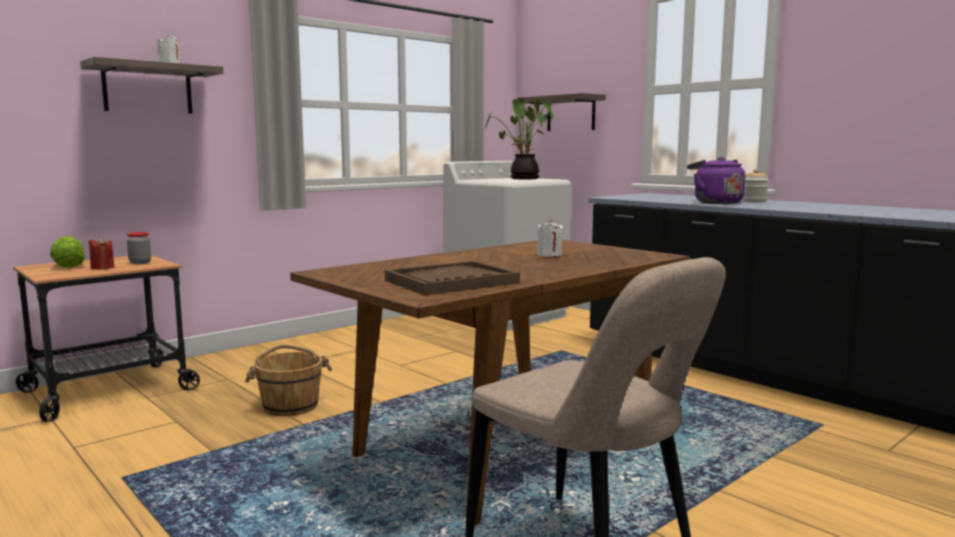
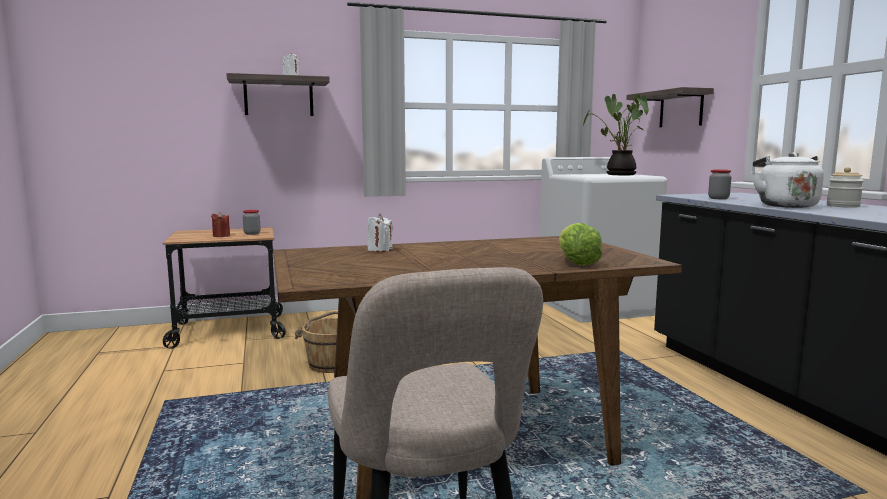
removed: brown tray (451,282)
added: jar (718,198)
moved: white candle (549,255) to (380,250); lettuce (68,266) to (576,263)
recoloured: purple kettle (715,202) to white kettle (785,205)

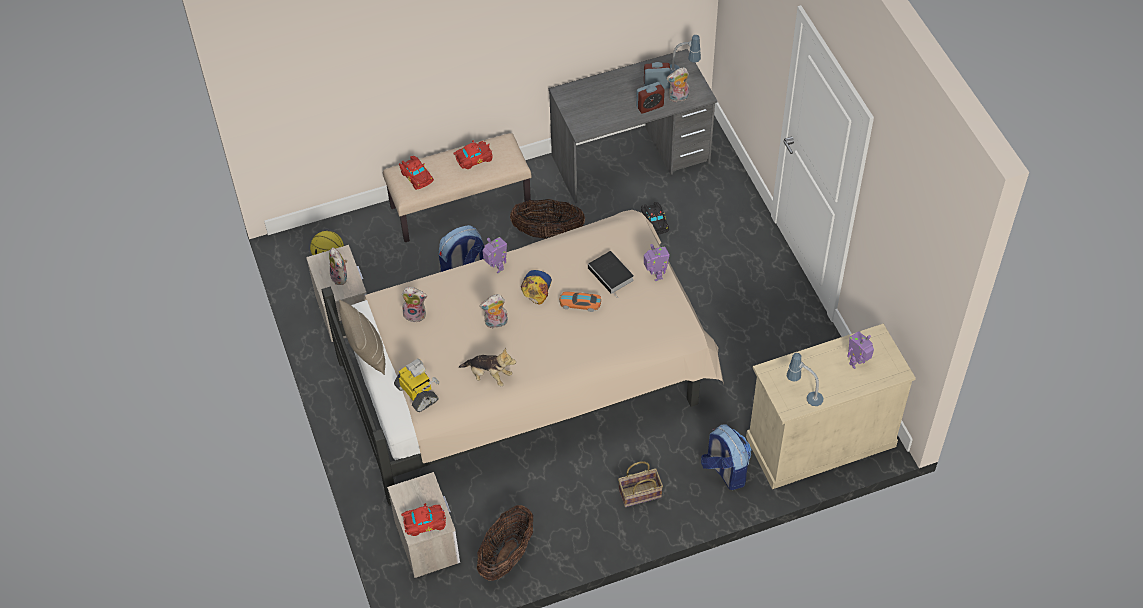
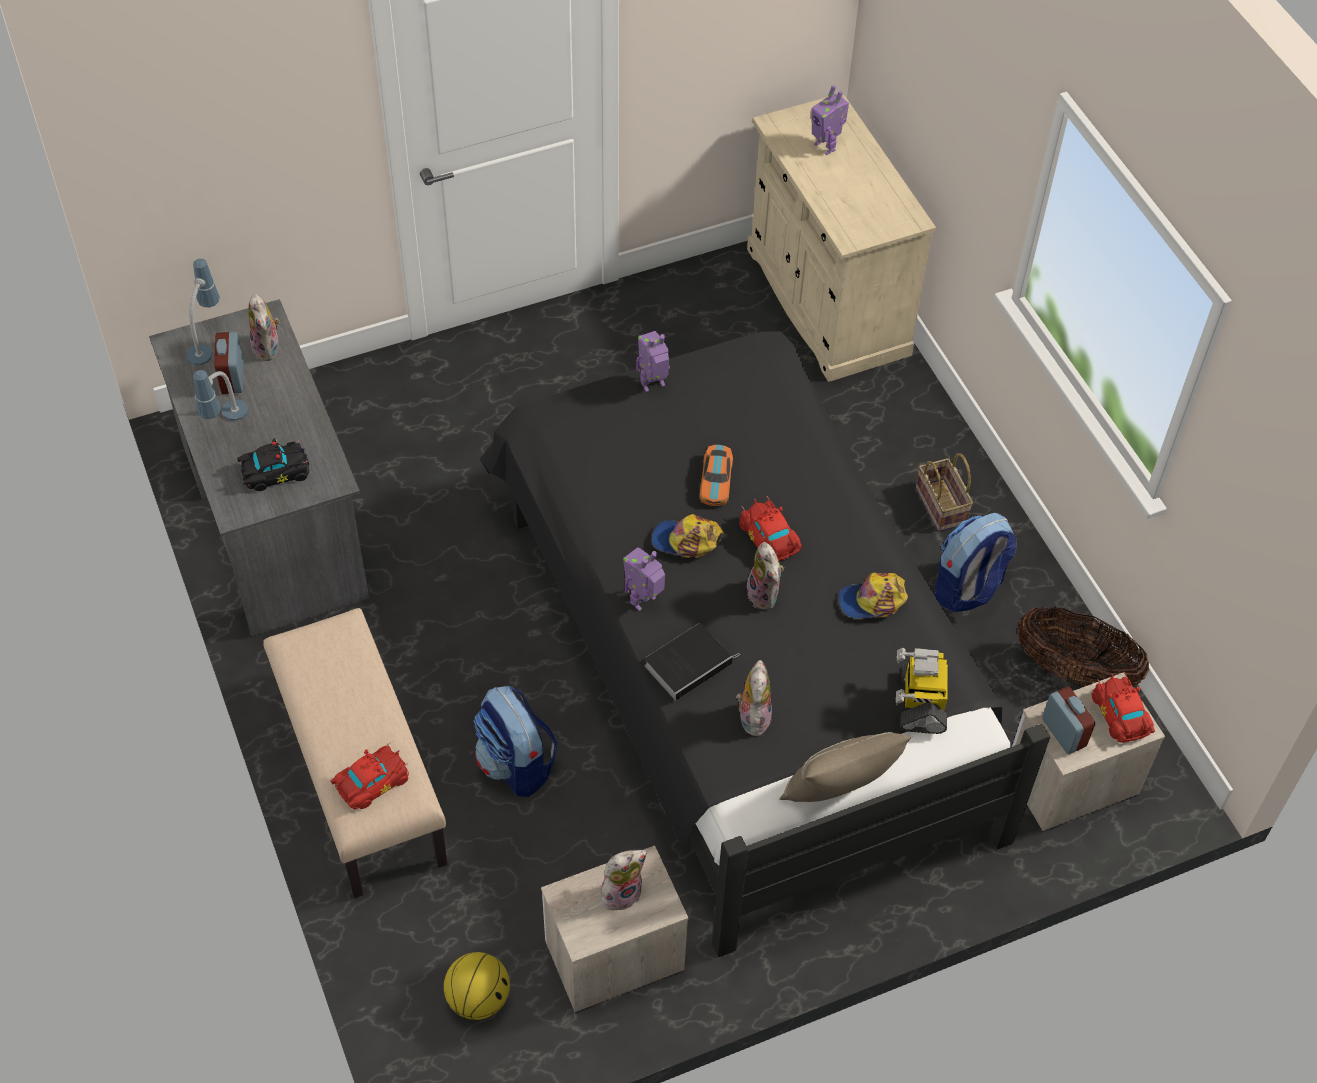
removed: basket (548,233)
moved: table lamp (803,395) to (226,424); black toy car (655,222) to (274,472); book (612,275) to (689,663); red toy car (473,158) to (769,539); backpack (725,471) to (967,589); alarm clock (650,106) to (1063,732)
replaced: plush toy (489,375) to cap (872,601)
recoloured: beige bed (528,377) to black bed (740,655)
turned: toy robot (417,393) = (920,702) 45 degrees counterclockwise

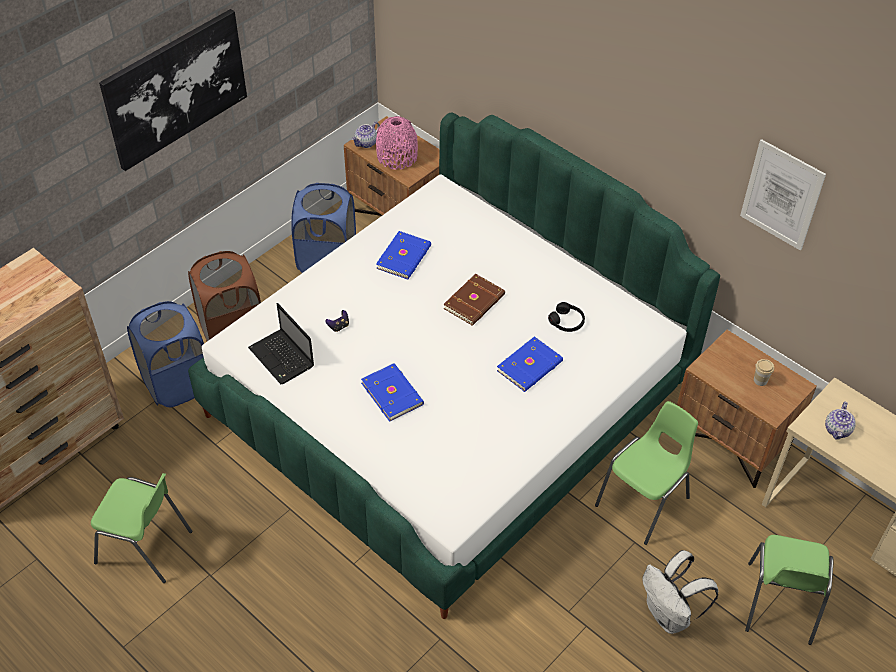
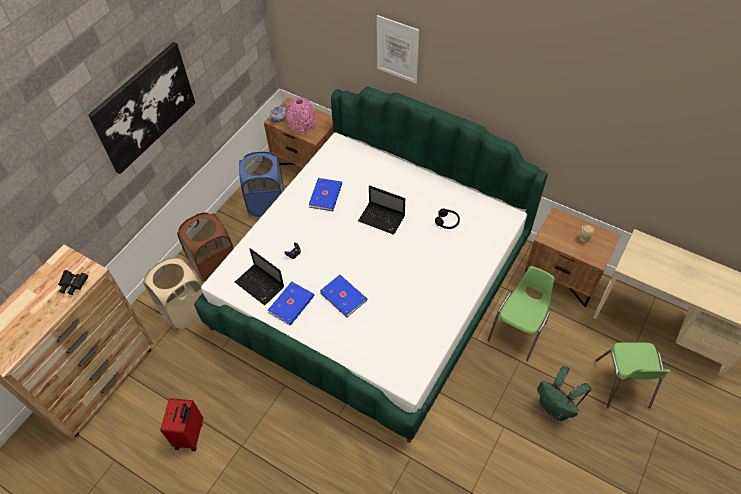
removed: teapot (838,430)
added: black binoculars (73,285)
moved: blue book (530,367) to (292,304); picture (781,195) to (397,49)
replaced: green chair (145,547) to red suitcase (190,435); brown book (475,302) to laptop (382,219)
recoloured: blue laundry basket (177,383) to beige laundry basket (185,309); white backpack (670,615) to green backpack (556,407)

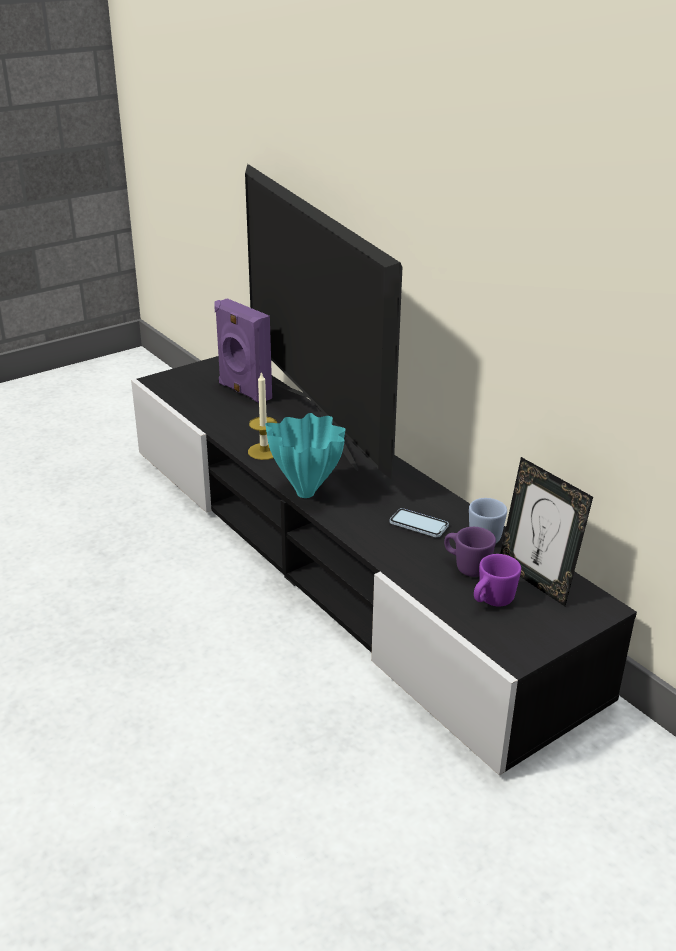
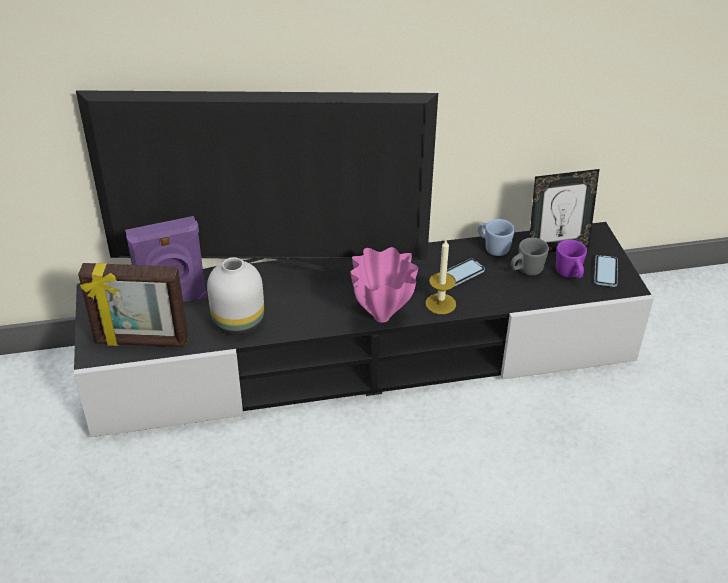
added: picture frame (141,342); white vase (240,322); phone (605,272)
moved: candle (264,451) to (440,304)
recoloured: turquoise vase (307,493) to pink vase (383,316); purple mug (466,567) to grey mug (526,271)

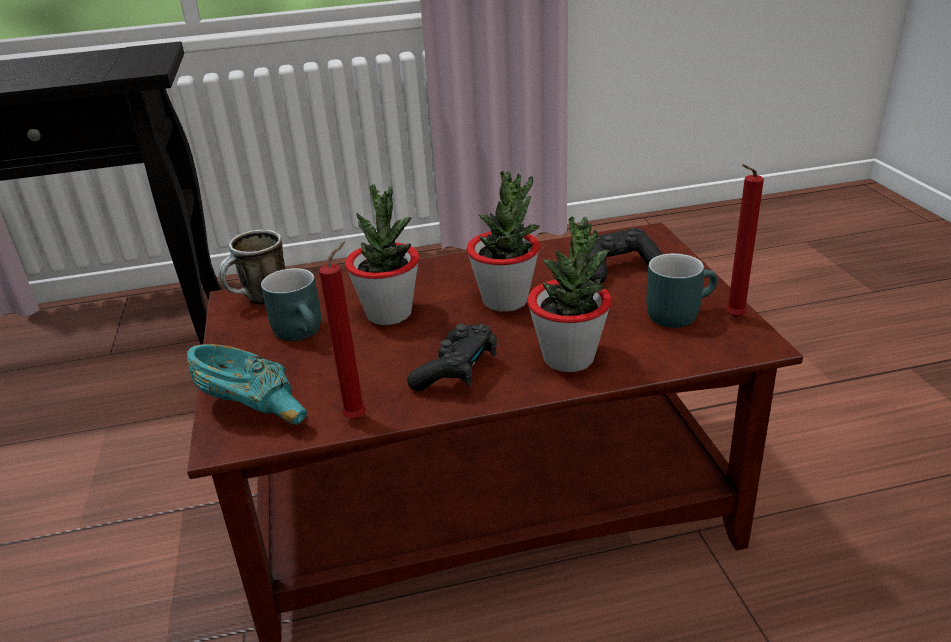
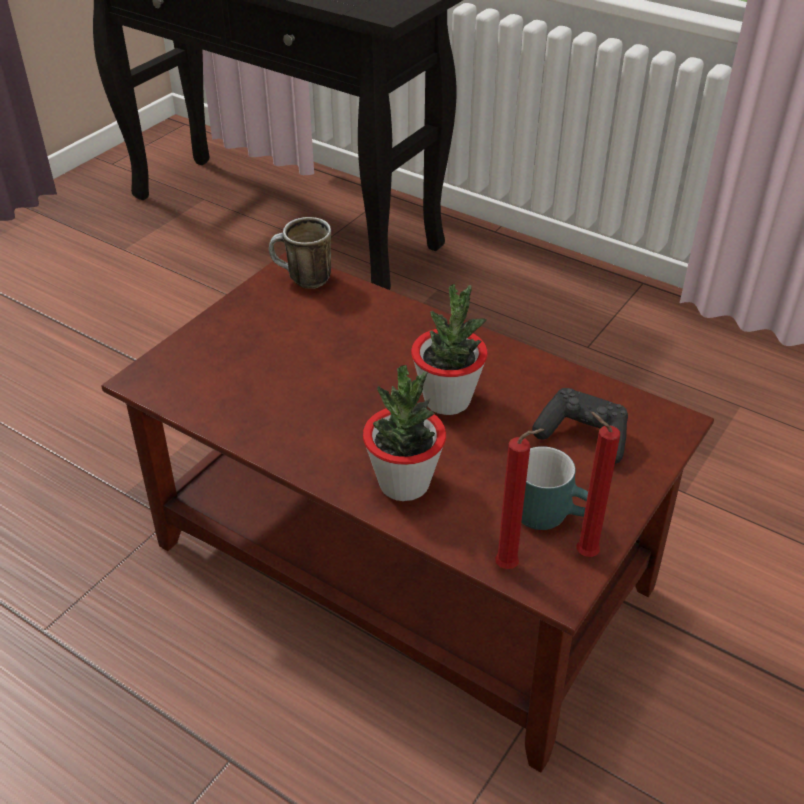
removed: turquoise bowl (261,404); turquoise mug (304,332); potted plant (389,314); black game controller (457,372)
moved: red candle (359,417) to (510,567)

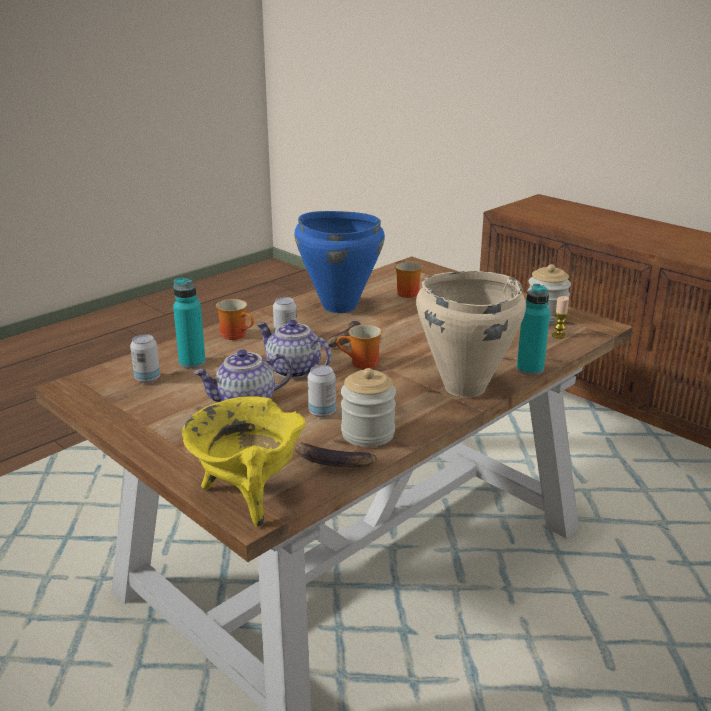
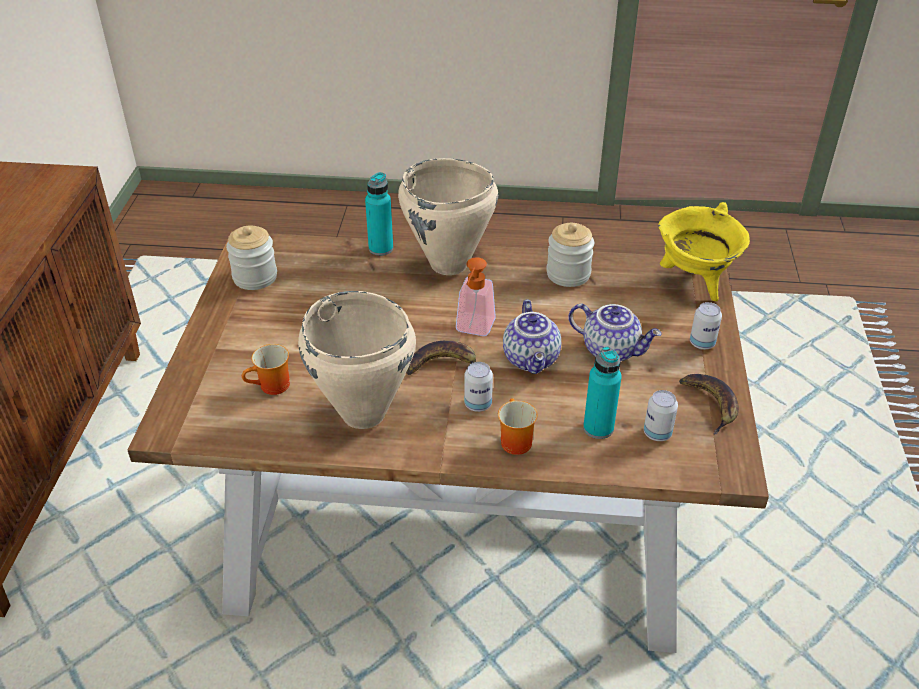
removed: candle (558,335)
moved: banana (331,462) to (710,404); can (322,412) to (702,343)
replaced: mug (361,364) to soap dispenser (473,330)
recoloured: blue cooking pot (339,306) to beige cooking pot (363,414)

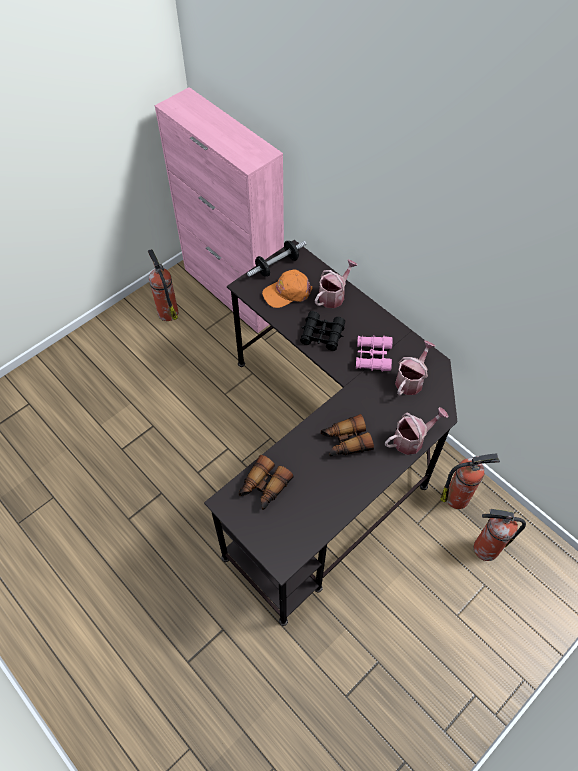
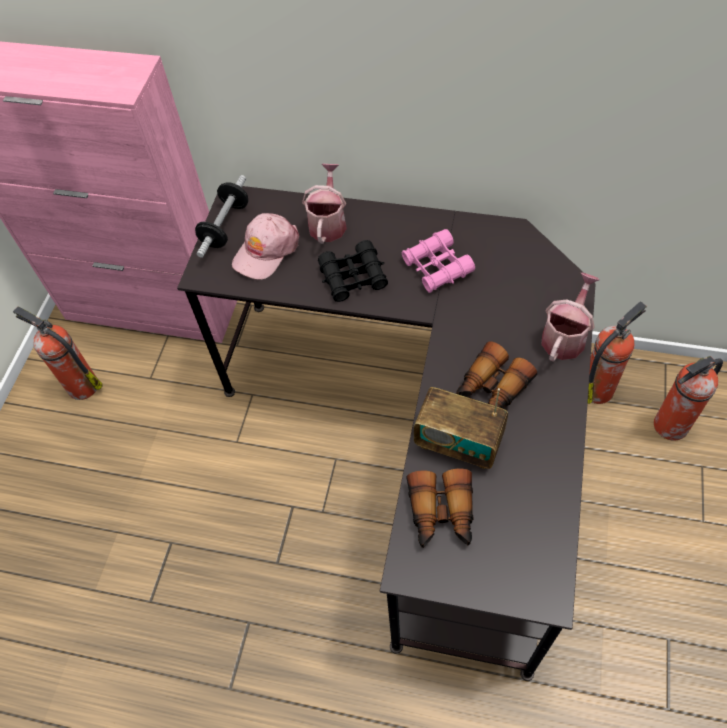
removed: watering can (411,380)
added: radio (458,442)
recoloured: orange cap (287,292) to pink cap (266,251)

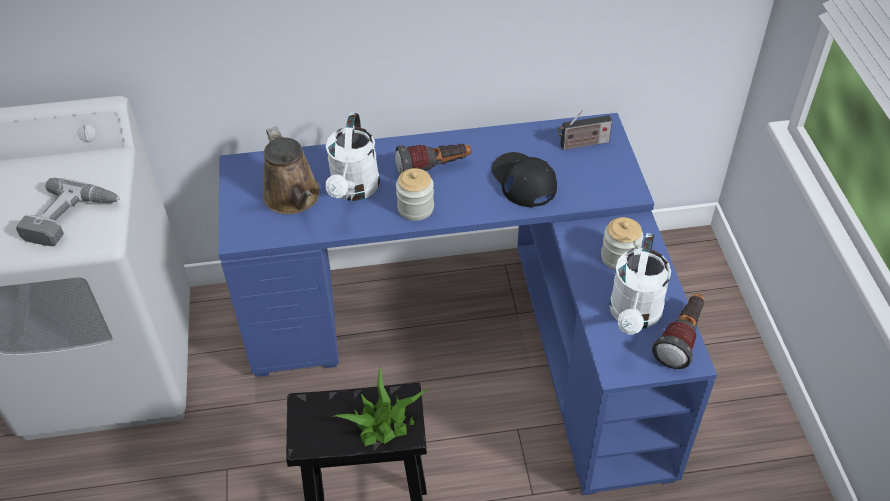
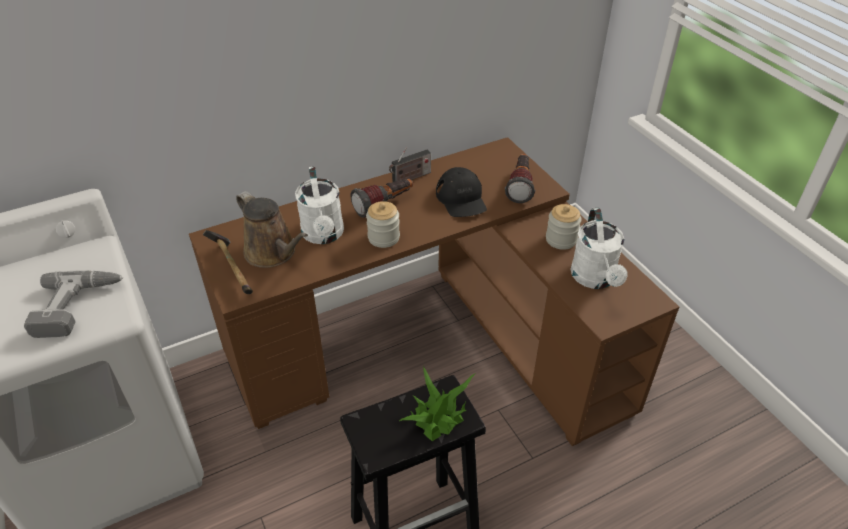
added: hammer (233,269)
moved: radio (582,144) to (410,178); flashlight (681,338) to (520,186)
recoloured: blue desk (478,334) to brown desk (434,344)
turned: black cap (523,181) = (461,199) 150 degrees counterclockwise

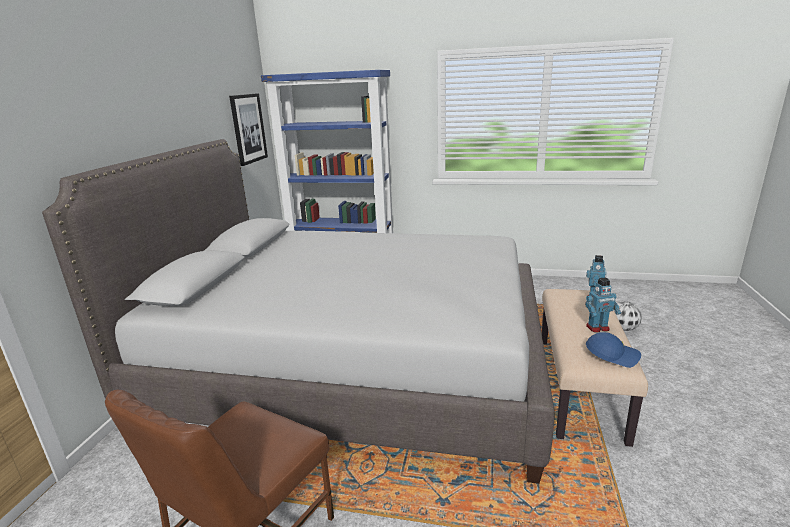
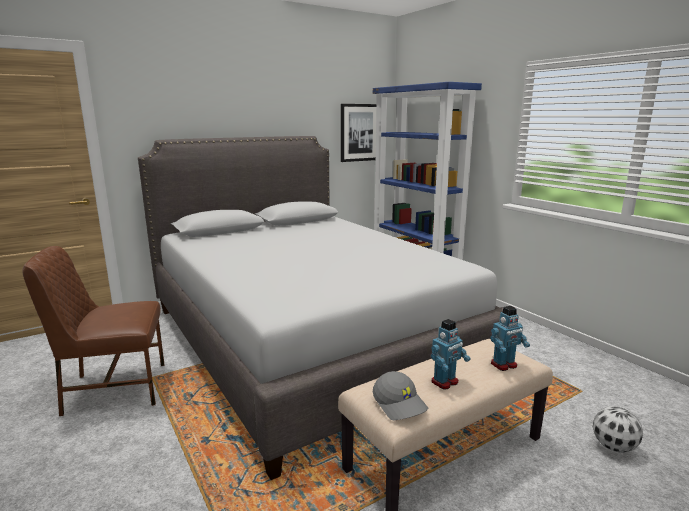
recoloured: blue cap (612,355) to grey cap (400,403)
turned: toy robot (598,328) = (445,382) 75 degrees counterclockwise

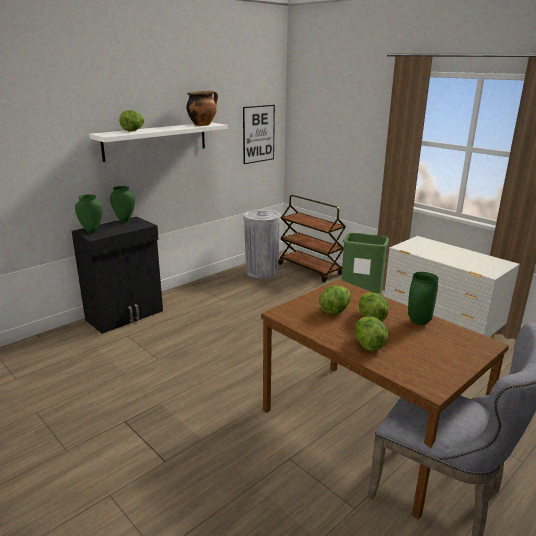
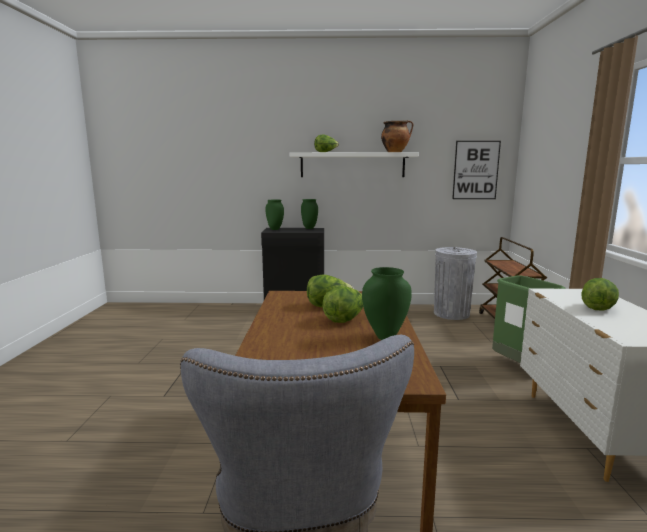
moved: lettuce (368,344) to (597,308)

